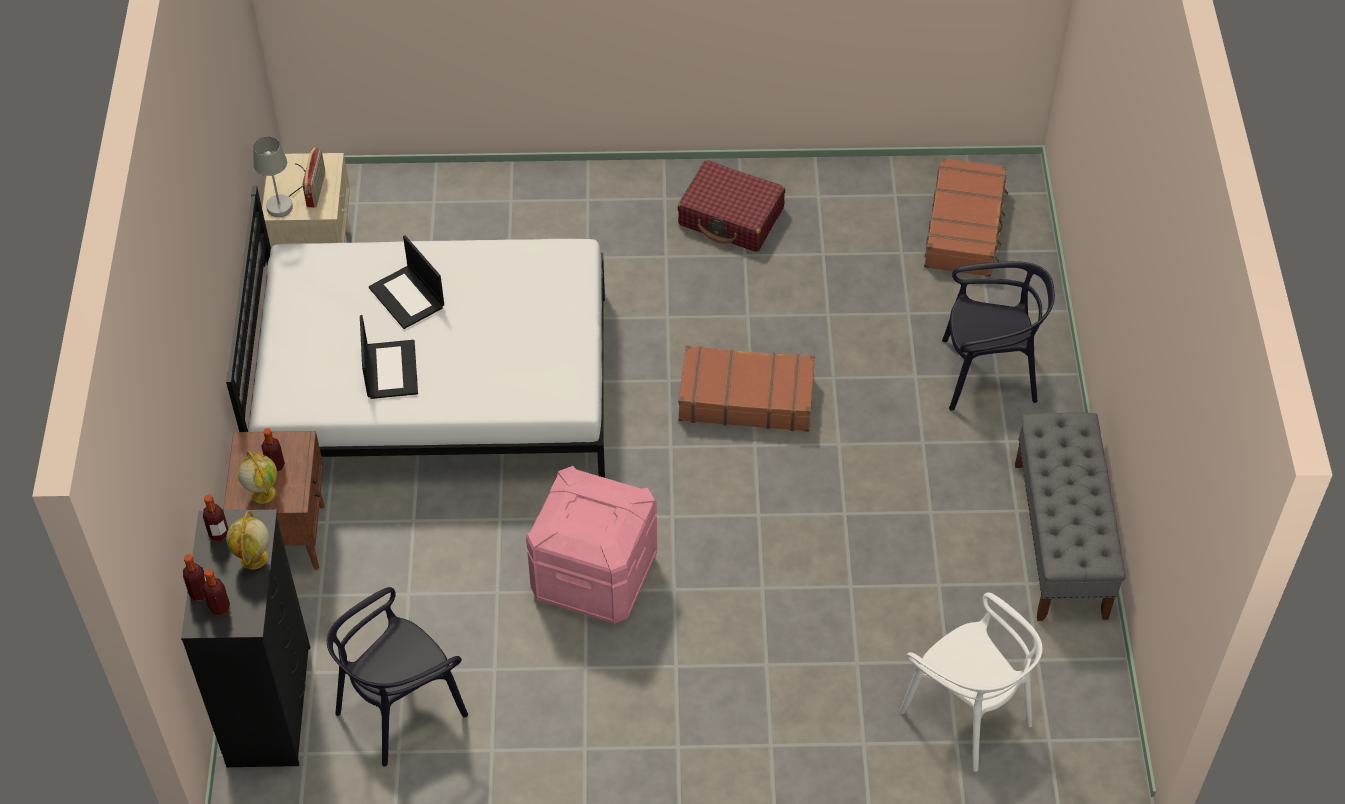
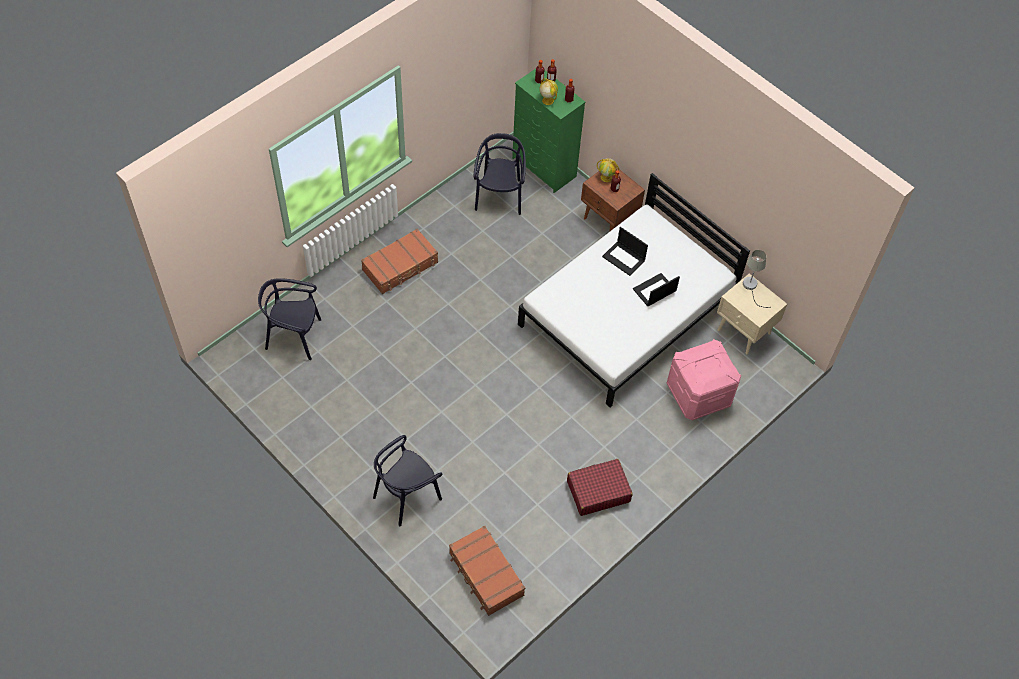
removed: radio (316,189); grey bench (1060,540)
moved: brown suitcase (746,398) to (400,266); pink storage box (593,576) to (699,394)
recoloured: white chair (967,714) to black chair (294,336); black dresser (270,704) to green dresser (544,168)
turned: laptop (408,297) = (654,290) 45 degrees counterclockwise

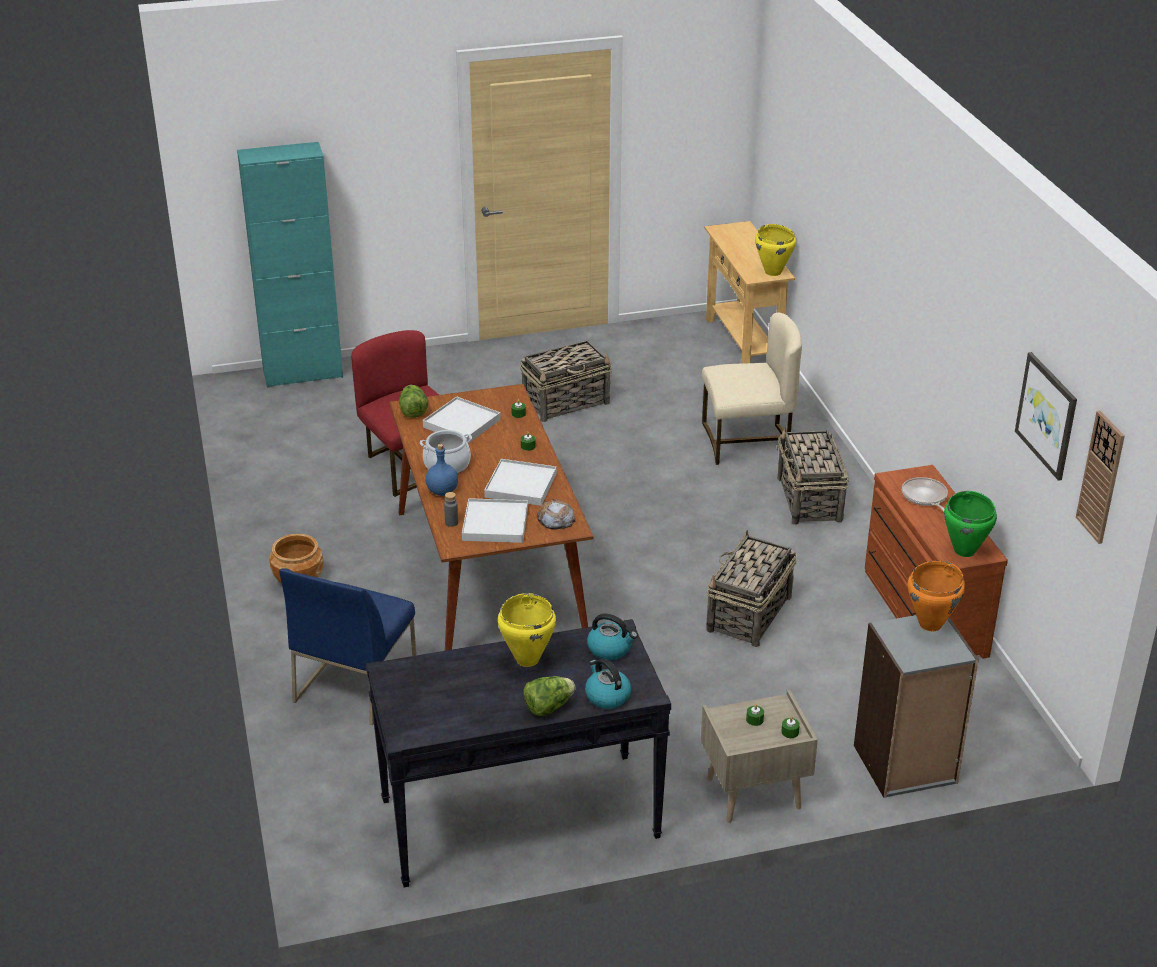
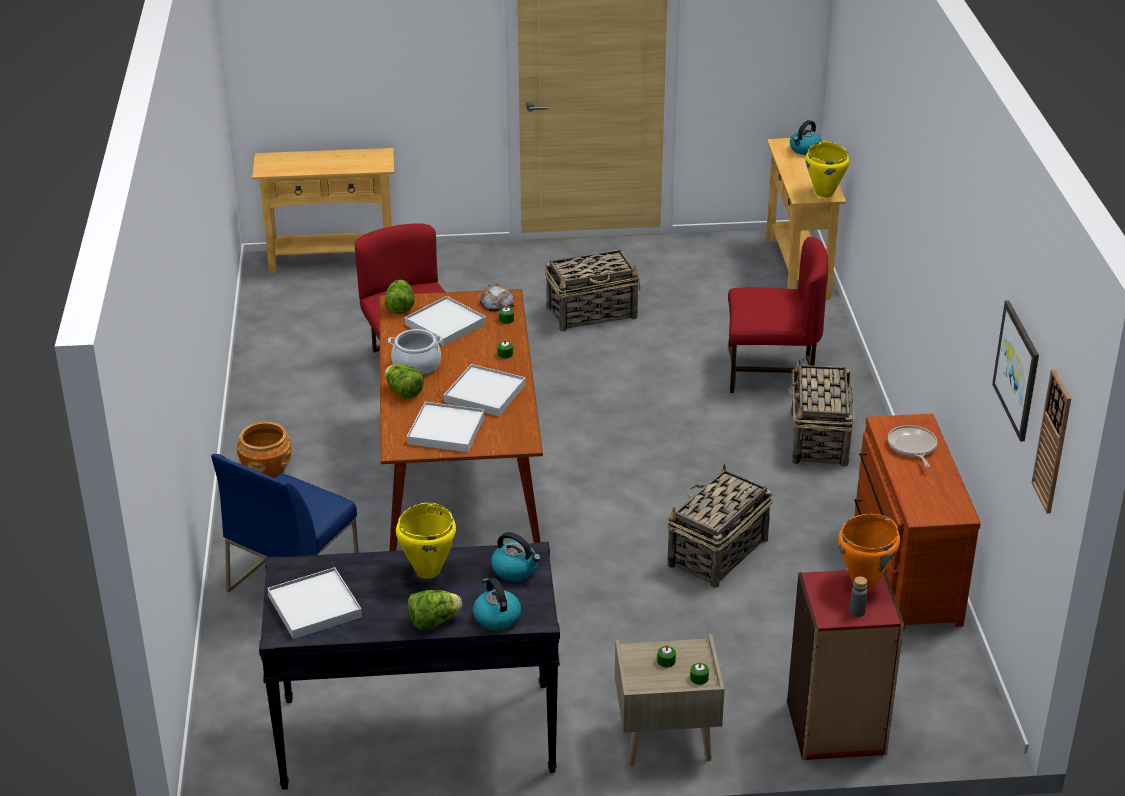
removed: green cooking pot (965,550)
added: white tray (315,606); kettle (805,149)
moved: bread (555,519) to (496,302); grey bottle (451,522) to (857,611)
replaced: turquoise cabinet (303,374) to beige console table (331,260); blue bottle (442,492) to lettuce (403,392)
recoloured: beige chair (747,441) to red chair (770,371); grey bookcase (905,765) to red bookcase (836,729)

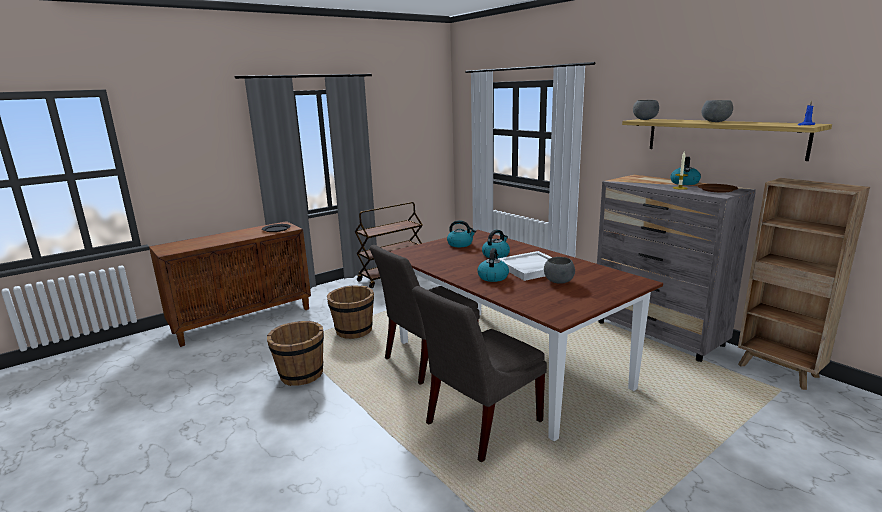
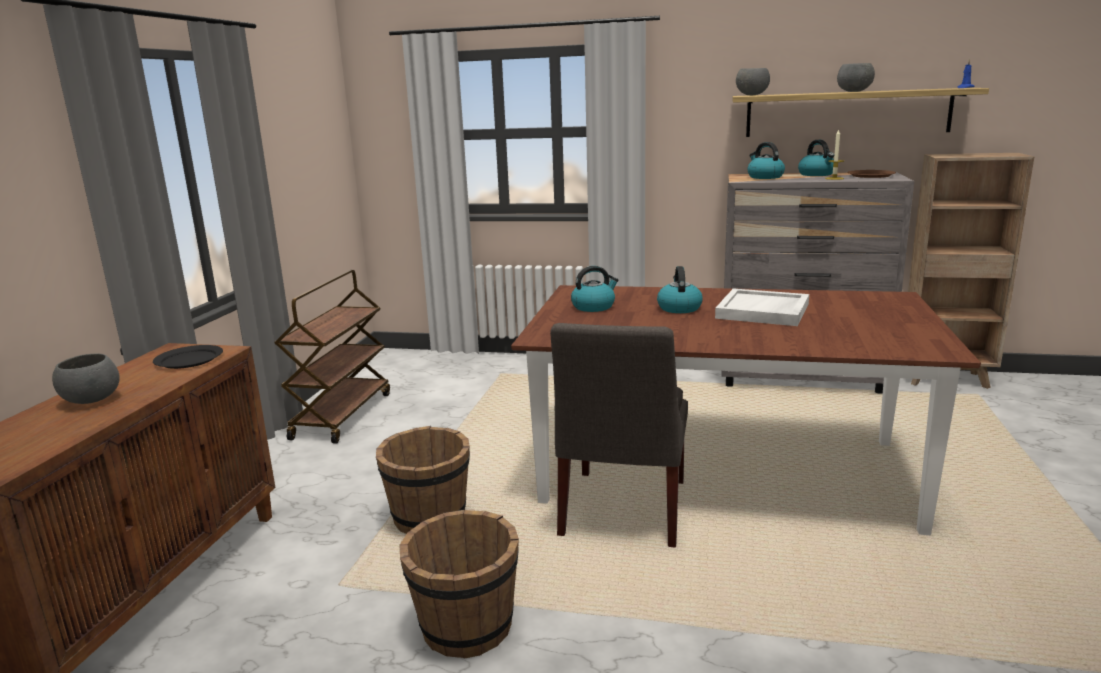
removed: grey chair (479,424)
moved: grey bowl (558,282) to (91,400); kettle (493,277) to (764,177)

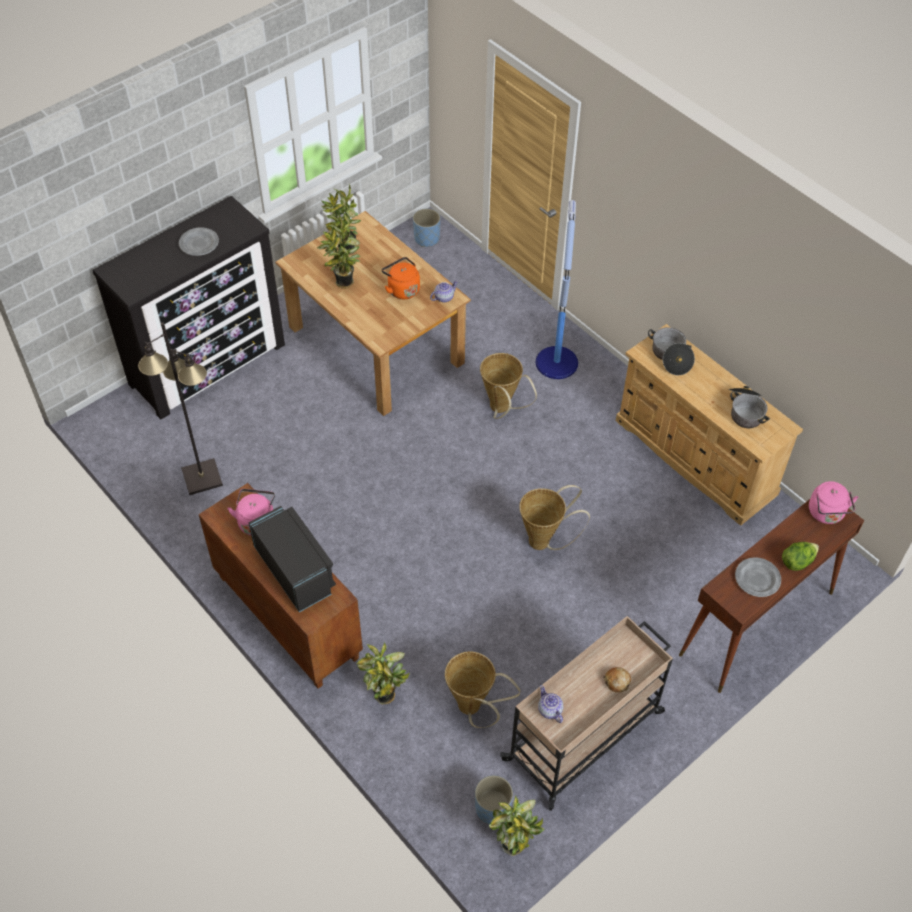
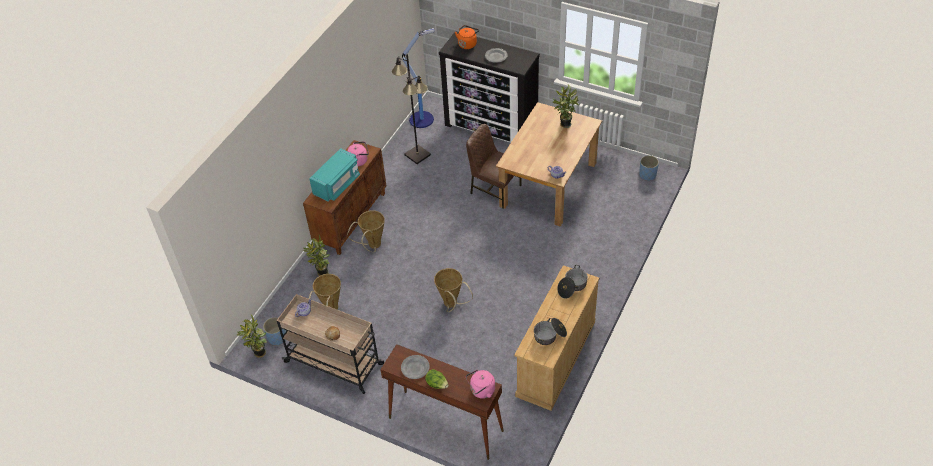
removed: potted plant (343,284)
added: brown chair (494,189)
moved: basket (501,409) to (372,246); floor lamp (556,361) to (422,119); orange kettle (402,289) to (467,44)
recoloured: black microwave (295,570) to turquoise microwave (337,184)

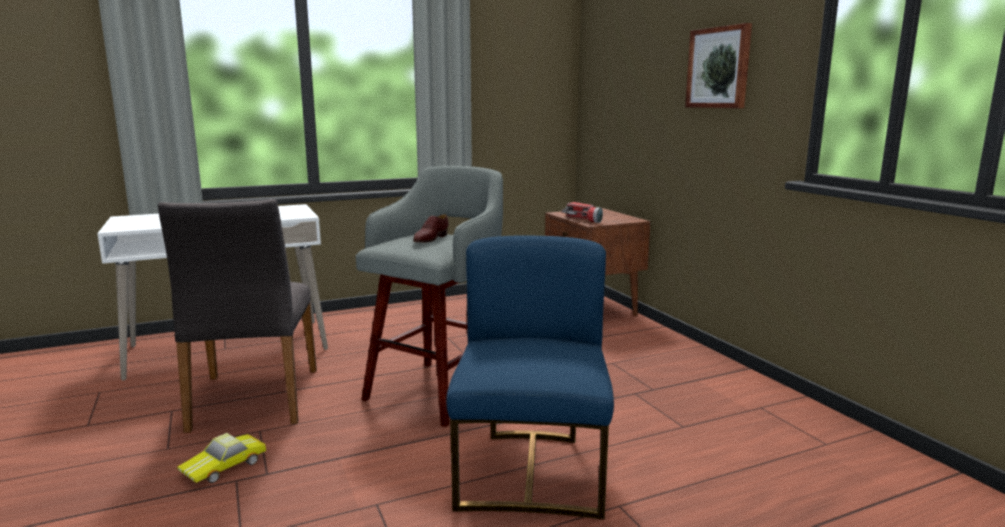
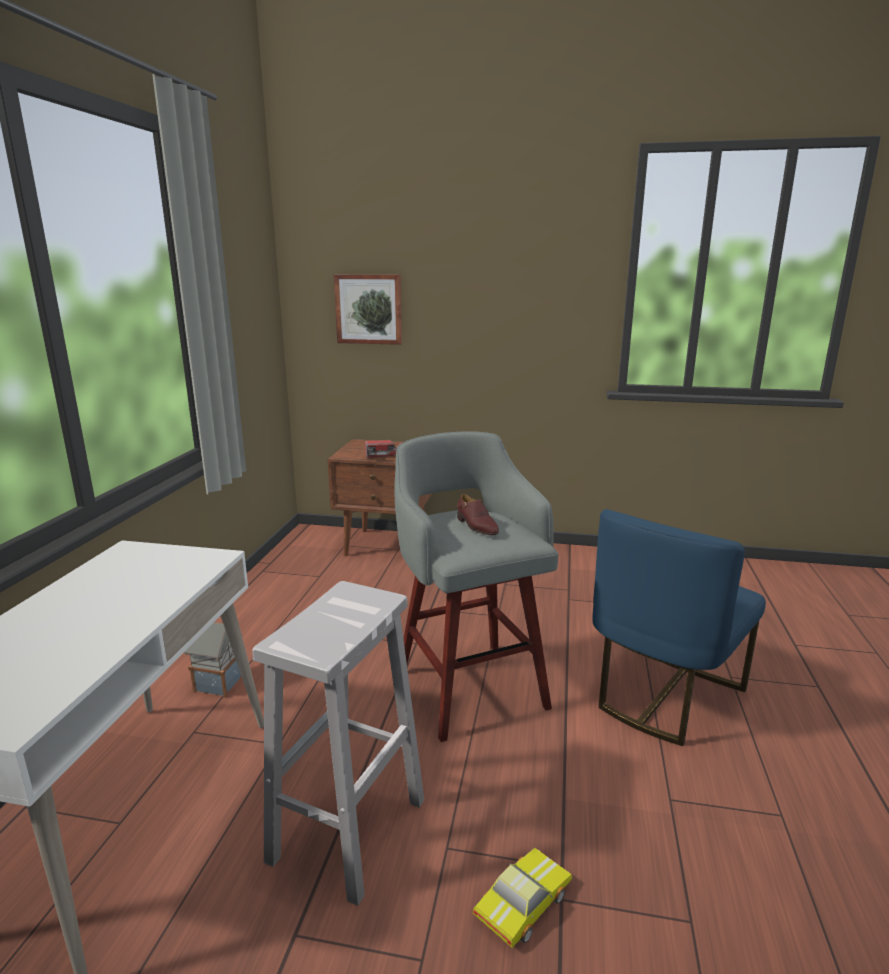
added: toy house (218,683)
moved: picture (719,68) to (369,309)
replaced: grey chair (253,399) to white stool (347,832)
turned: toy car (225,466) = (520,902) 120 degrees counterclockwise; blue chair (531,472) = (663,694) 90 degrees counterclockwise

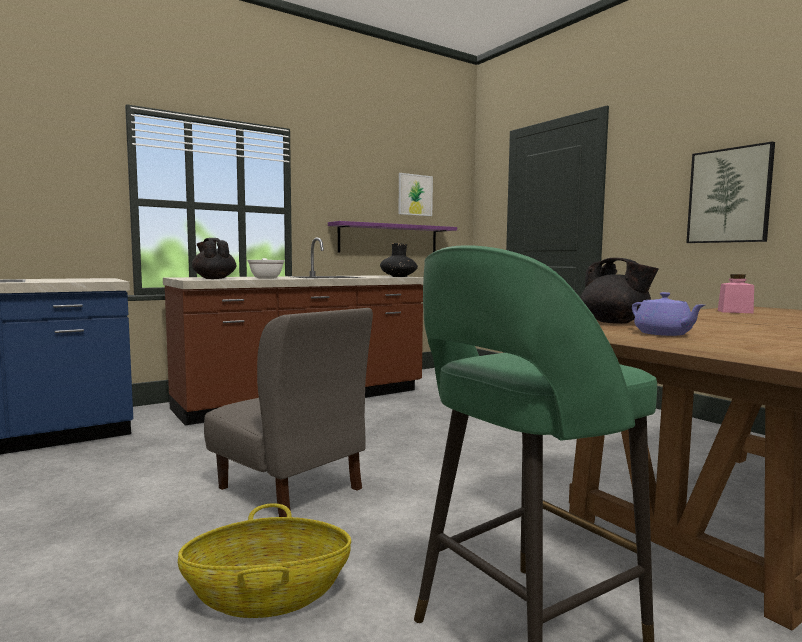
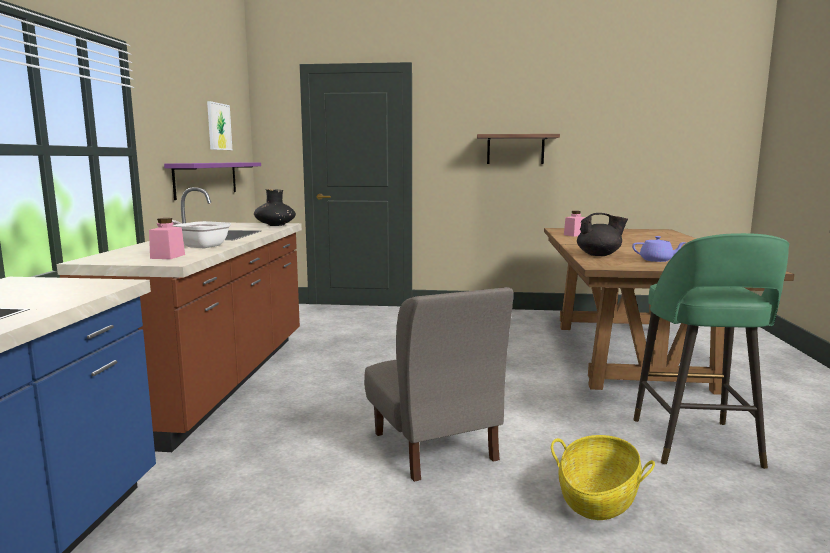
replaced: black teapot (214,278) to pink jar (168,256); picture (729,196) to shelf (515,149)
turned: grey chair (290,488) = (434,447) 75 degrees clockwise

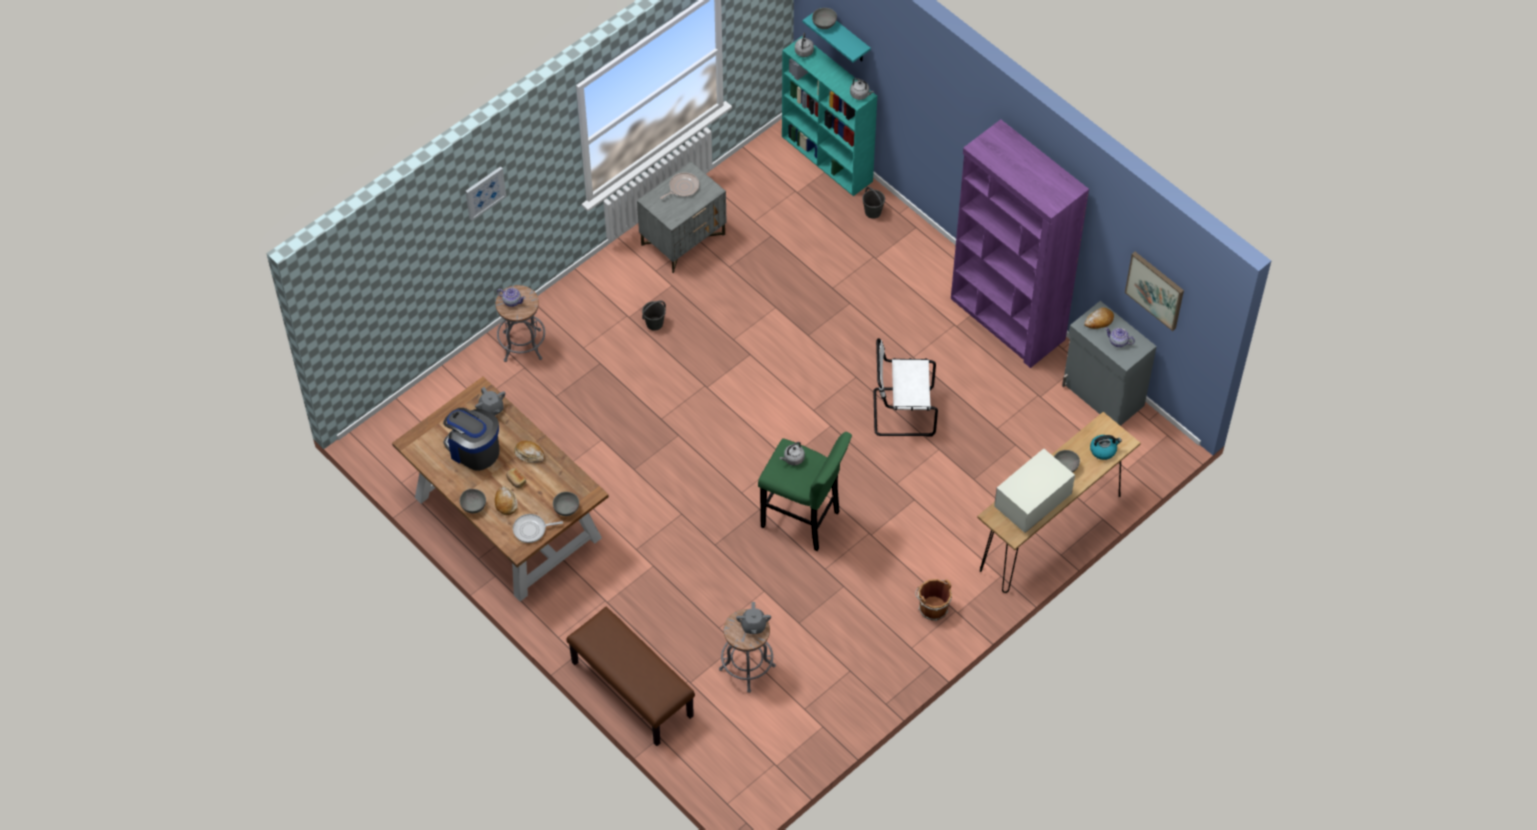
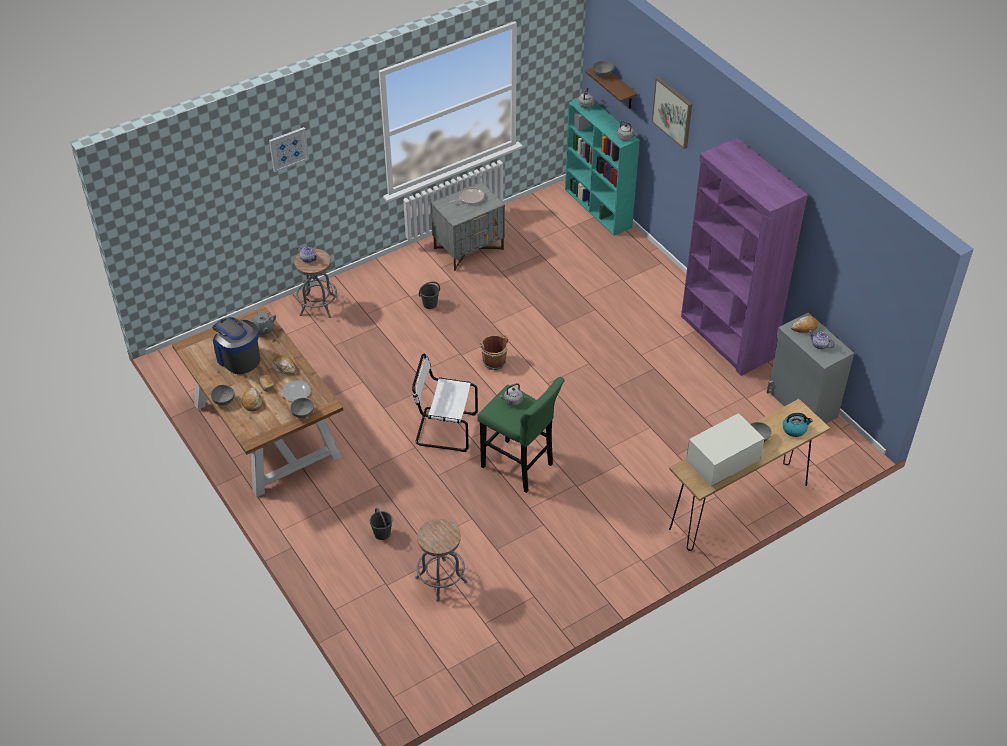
removed: frying pan (532,530); brown bench (631,689); grey teapot (753,626)
added: plate (296,392)
moved: grey bucket (873,212) to (382,533); white chair (901,412) to (443,429); brown bucket (932,607) to (493,361); picture (1155,290) to (673,112)
recoloured: turquoise shelf (845,37) to brown shelf (618,88)

